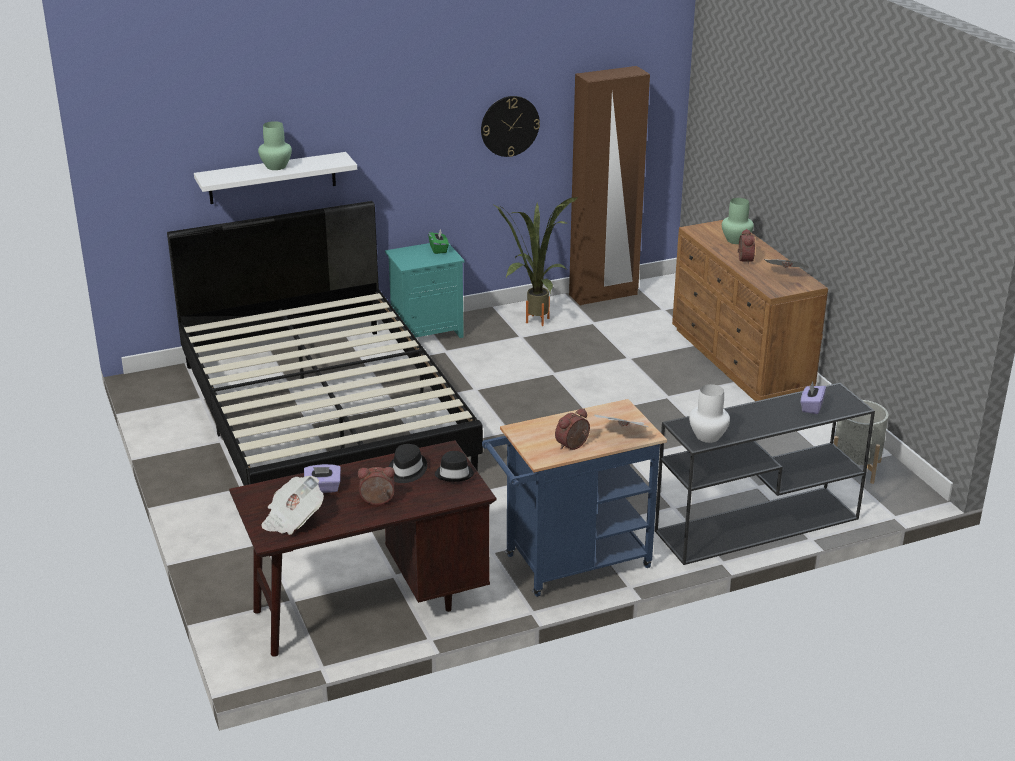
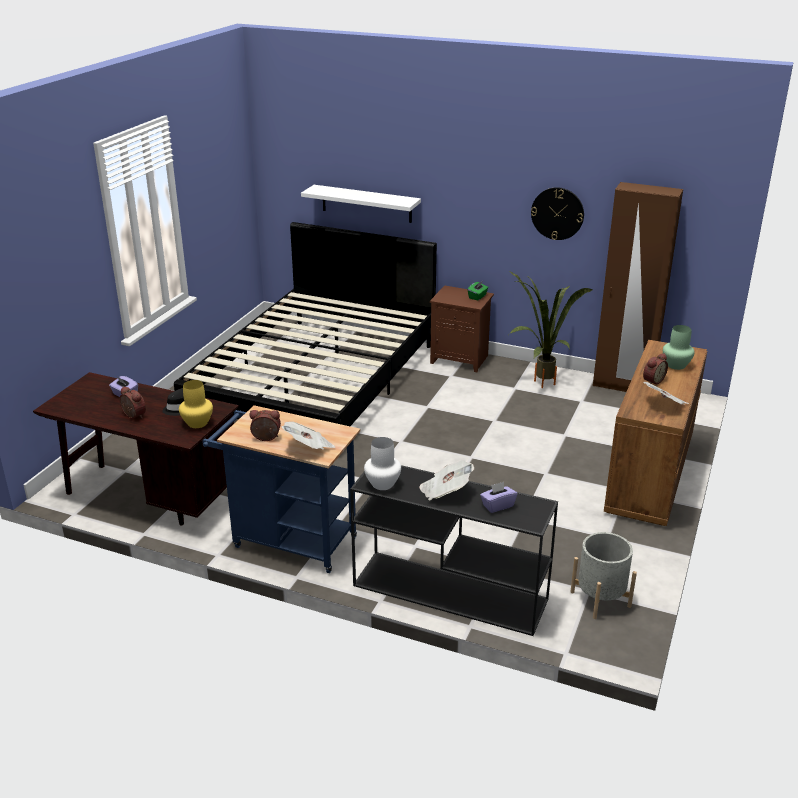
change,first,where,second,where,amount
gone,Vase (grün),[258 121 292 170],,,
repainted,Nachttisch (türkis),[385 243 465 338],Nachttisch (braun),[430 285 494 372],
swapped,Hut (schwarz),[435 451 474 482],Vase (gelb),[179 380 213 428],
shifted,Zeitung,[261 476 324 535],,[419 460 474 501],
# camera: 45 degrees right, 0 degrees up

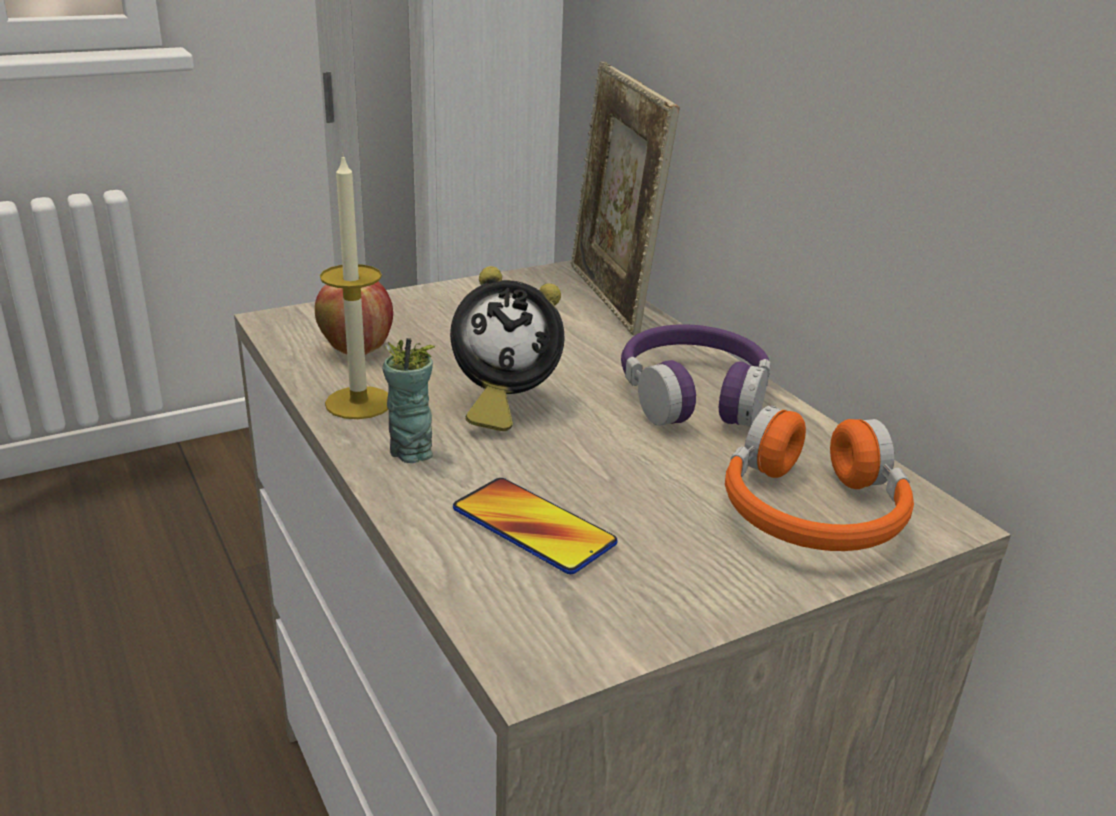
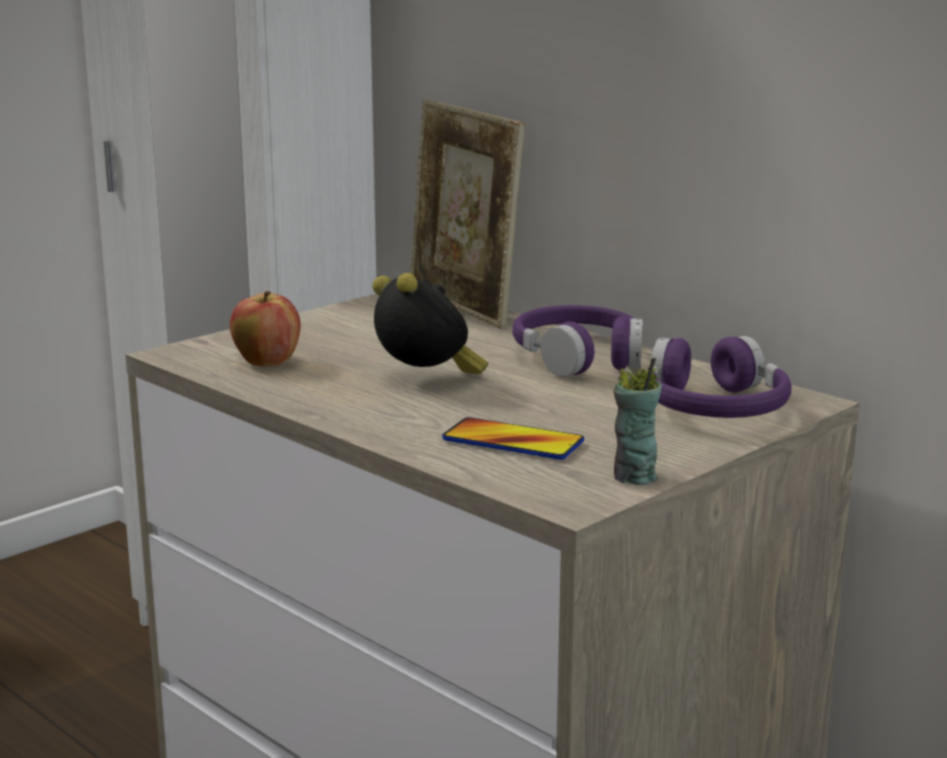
change,first,where,second,where,amount
gone,Kerze,[320 153 388 419],,,
rotated,Wecker,[450 266 564 431],,[372 273 488 374],105 degrees counterclockwise
shifted,Tasse,[382 338 435 463],,[614 358 662 485],
repainted,Kopfhörer (orange),[725 405 914 551],Kopfhörer (lila),[651 336 792 418],
# camera: 15 degrees left, 10 degrees down

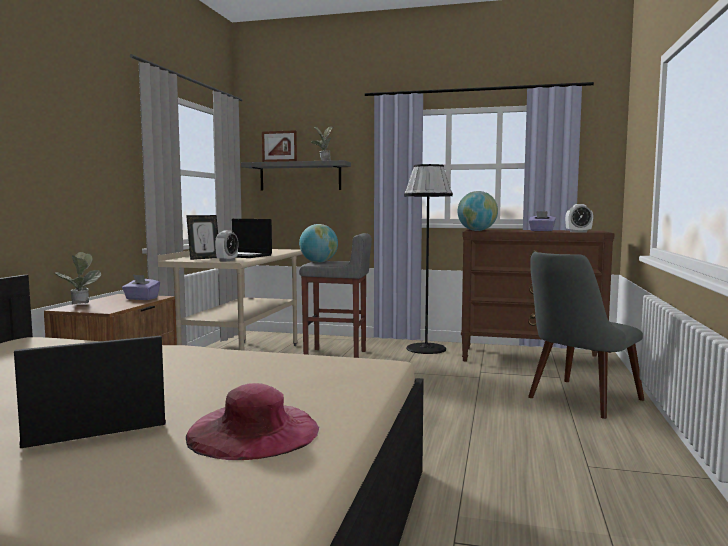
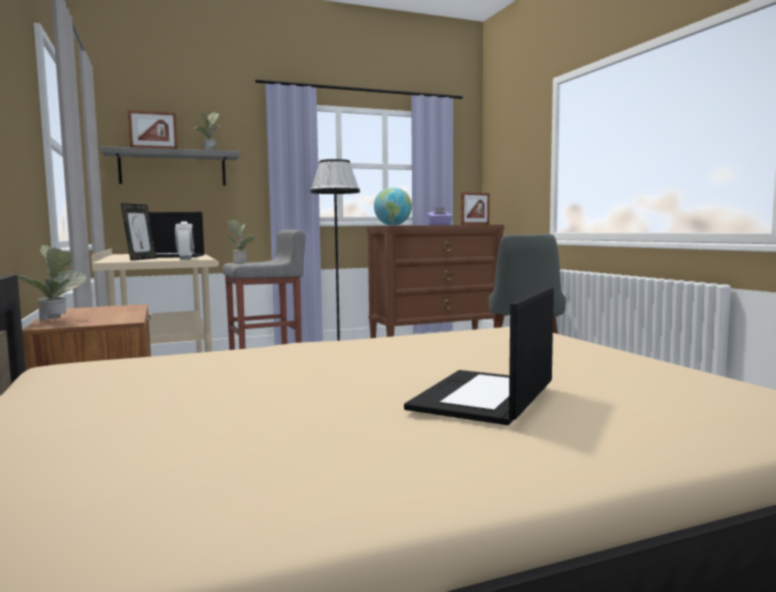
change,first,where,second,where,amount
swapped,Wecker,[565 204 593 232],Bilderrahmen,[461 192 490 225],
swapped,Globus,[299 224 338 263],Topfpflanze,[227 220 256 264],
gone,Taschentuchbox (lila),[122 275 160 300],,,
gone,Hut (rosa),[186 383 319 460],,,
# camera: 35 degrees left, 0 degrees up

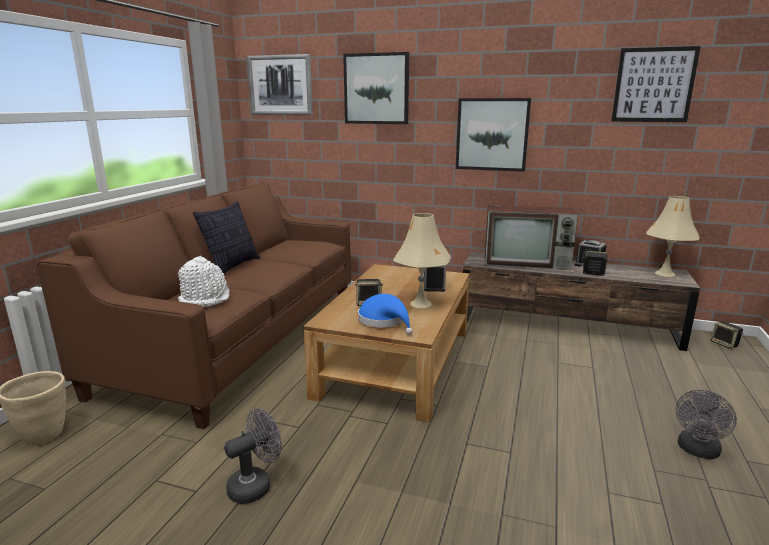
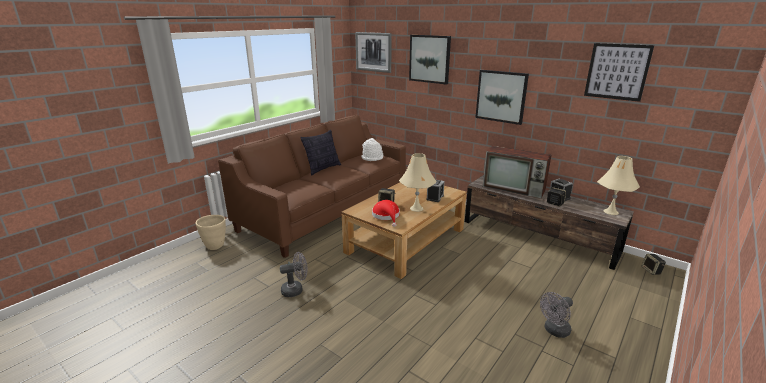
change,first,where,second,where,amount
shifted,Hut (weiß),[178 256 230 307],,[361 138 384 161],
repainted,Hut (blau),[358 294 413 335],Hut (rot),[372 200 400 227],
# camera: 20 degrees right, 5 degrees up

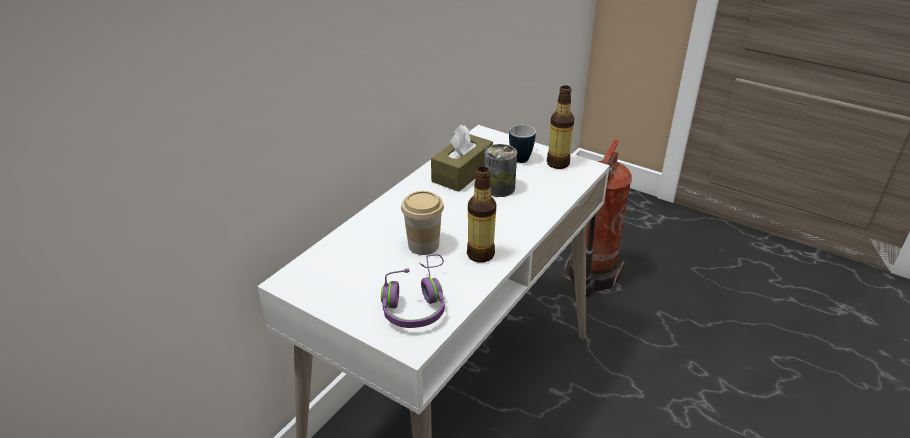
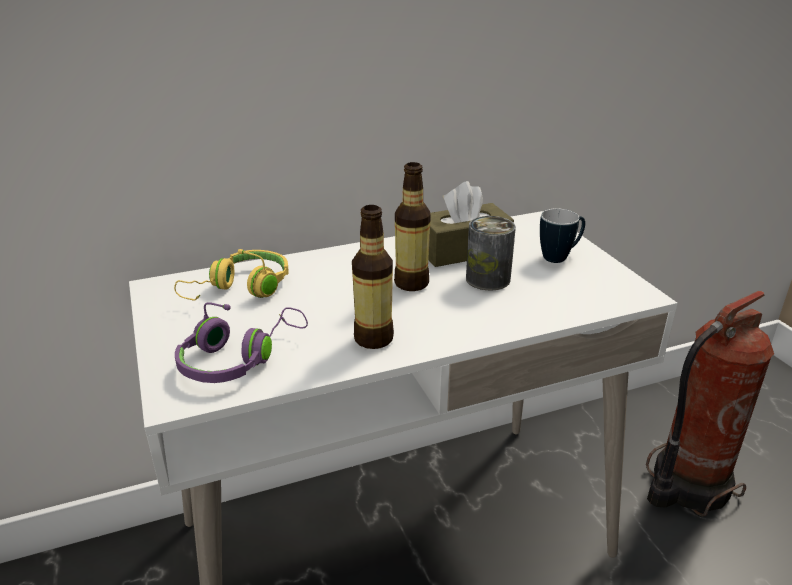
change,first,where,second,where,amount
shifted,Flasche,[547 85 574 169],,[394 162 431 291],
gone,Tasse,[401 191 444 255],,,
new,,,Kopfhörer (gelb),[174 249 289 301],
# camera: 35 degrees right, 5 degrees down

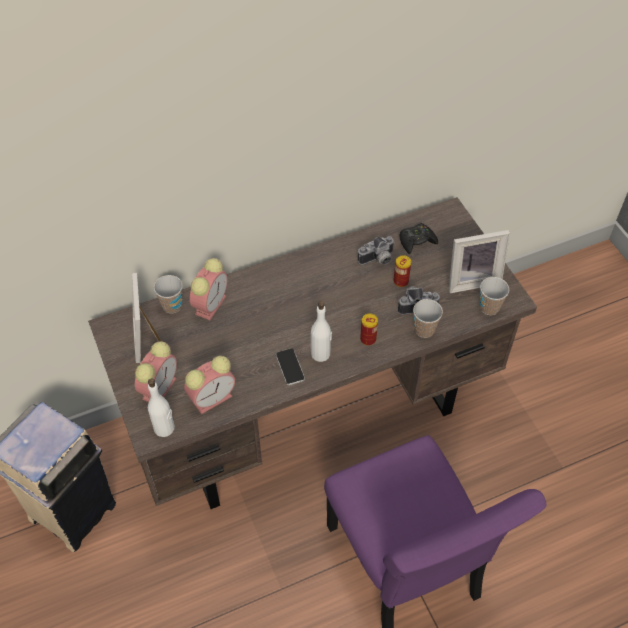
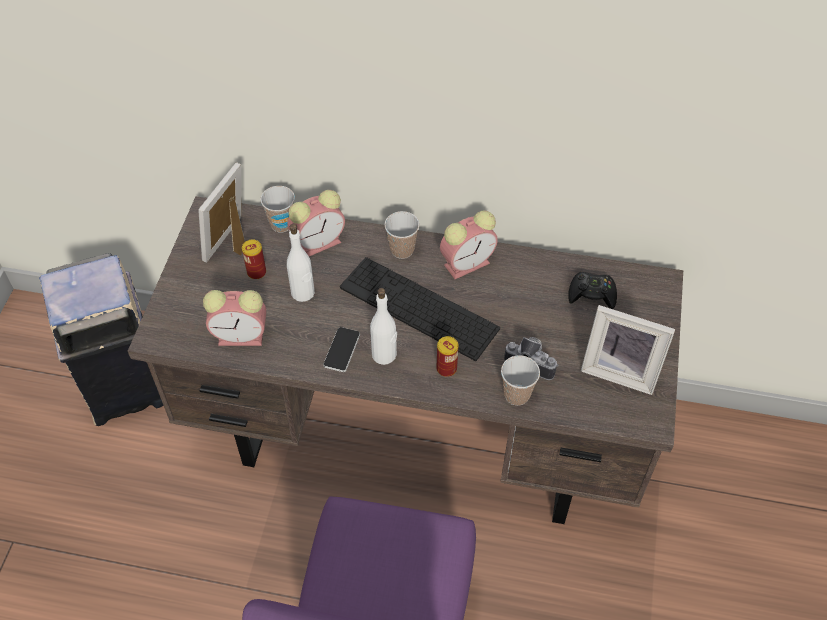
change,first,where,second,where,amount
gone,Kamera,[358 236 395 265],,,
shifted,Dose,[393 255 411 287],,[242 240 266 279],
shifted,Tasse,[480 277 509 315],,[385 211 419 259],
shifted,Wecker,[135 342 177 402],,[440 210 498 279],
shifted,Flasche (weiß),[148 378 175 437],,[287 224 315 302],
new,,,Tastatur,[340 257 500 361],
# camera: 35 degrees right, 0 degrees up

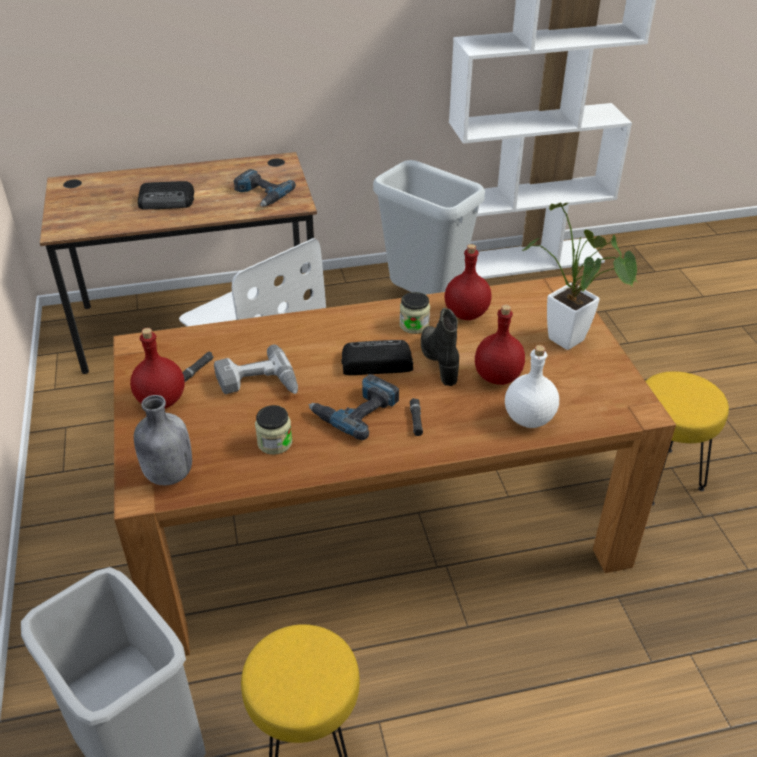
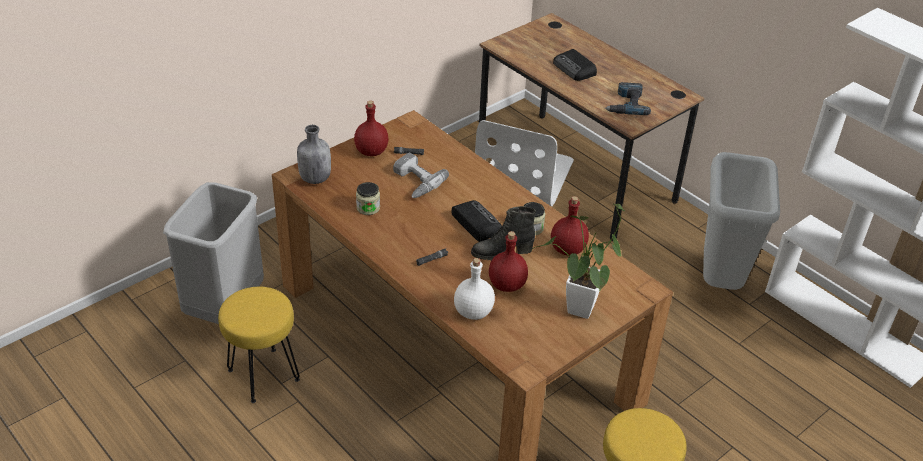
change,first,where,second,where,amount
rotated,Stiefel (schwarz),[421 308 459 386],,[471 206 536 261],150 degrees counterclockwise
gone,Bohrmaschine,[309 374 399 440],,,
# camera: 60 degrees right, 0 degrees up

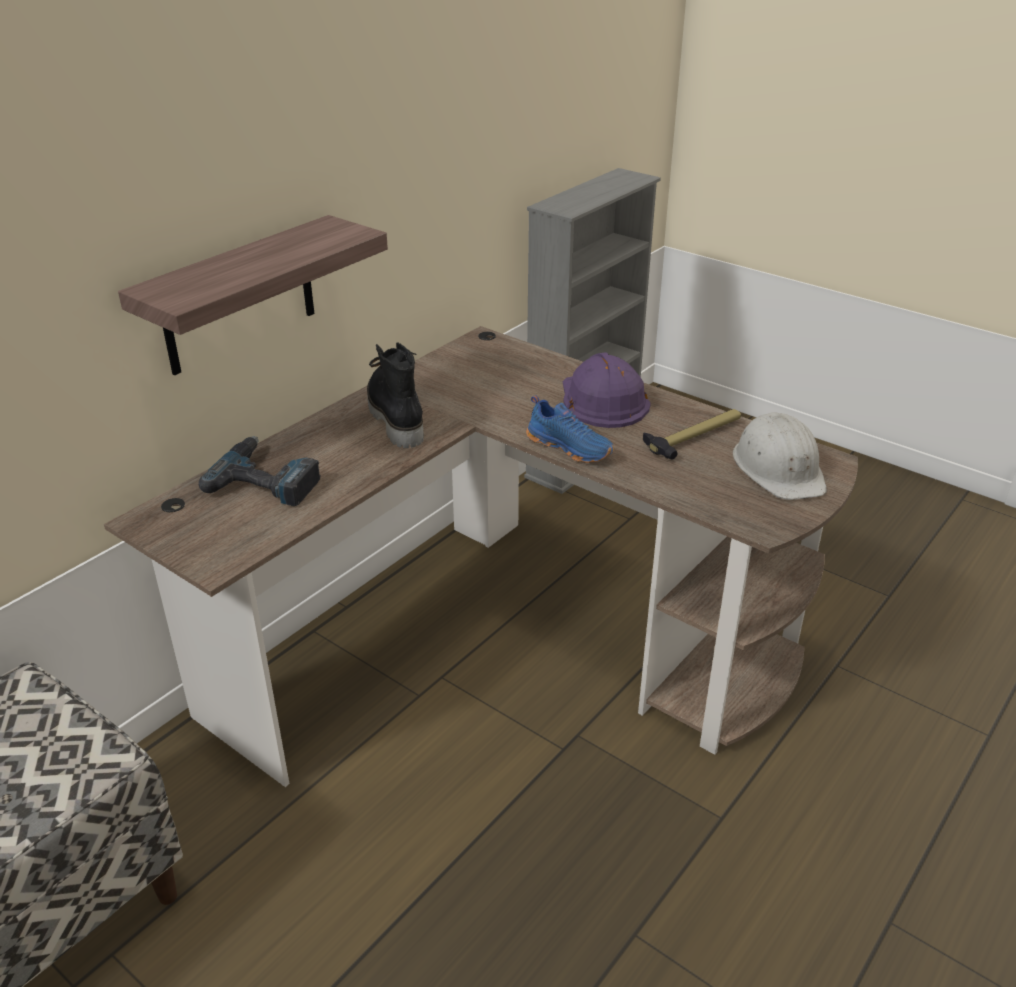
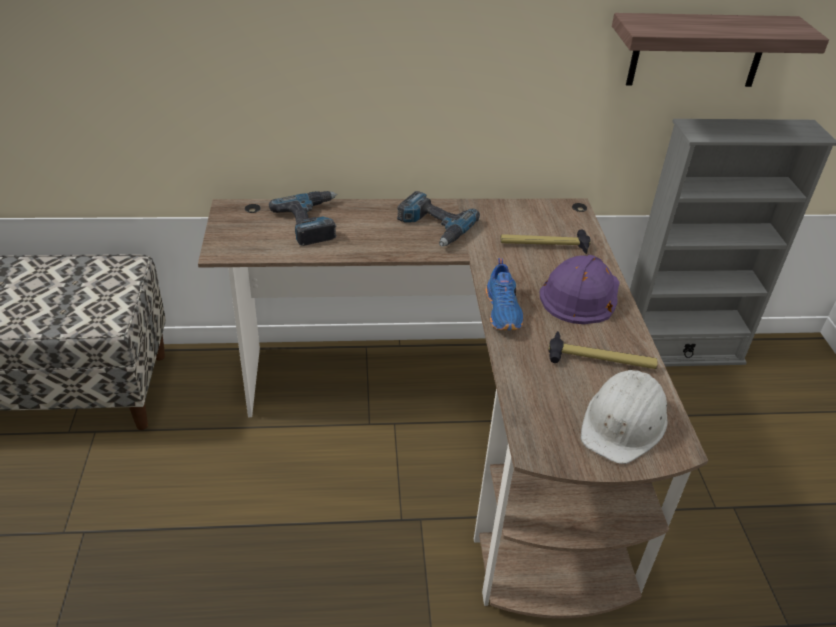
change,first,where,second,where,amount
shifted,Wandregal,[118 215 388 375],,[612 13 829 87],
swapped,Stiefel (schwarz),[367 342 424 448],Bohrmaschine,[397 191 480 246],
new,,,Hammer,[500 229 591 254],
# camera: 45 degrees right, 5 degrees up

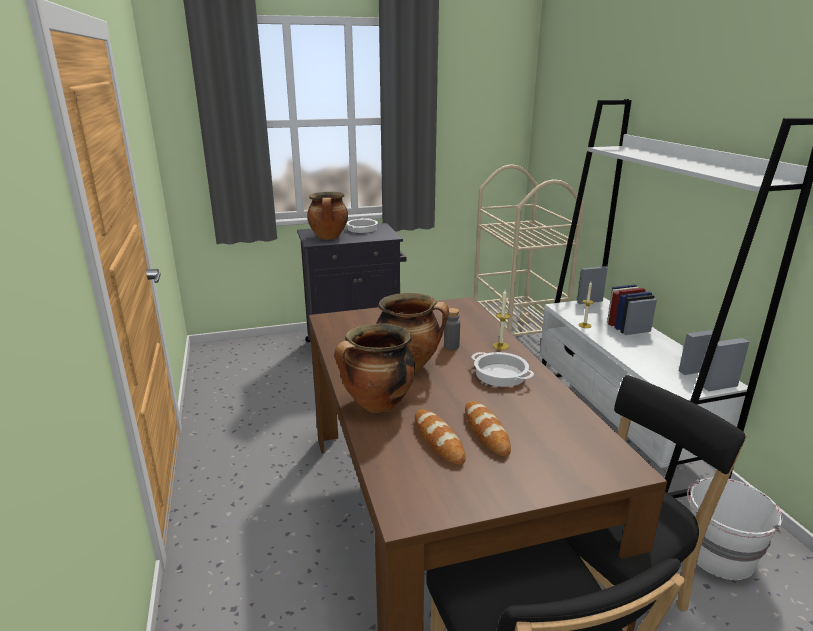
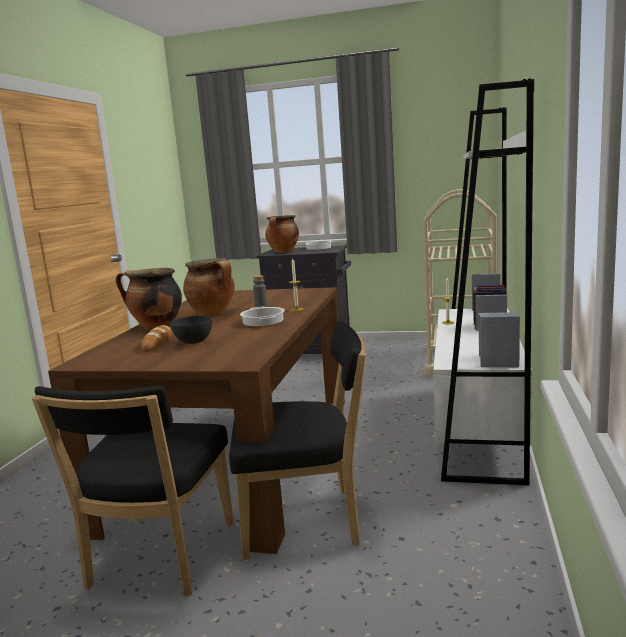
change,first,where,second,where,amount
swapped,Brot,[465 401 511 456],Schüssel (grau),[170 316 212 344],
gone,Eimer (weiß),[687 477 782 580],,,
# camera: 30 degrees right, 10 degrees down

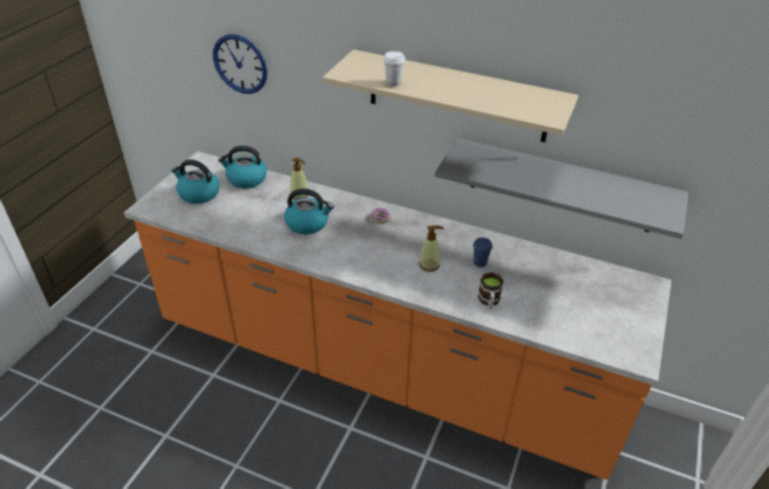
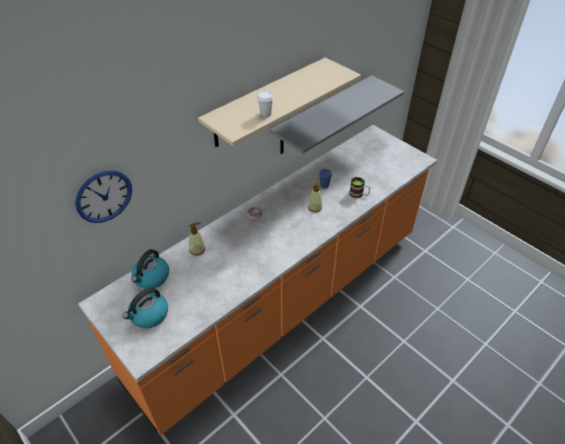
change,first,where,second,where,amount
gone,Wasserkessel,[284 189 334 234],,,
# camera: 65 degrees left, 5 degrees up

